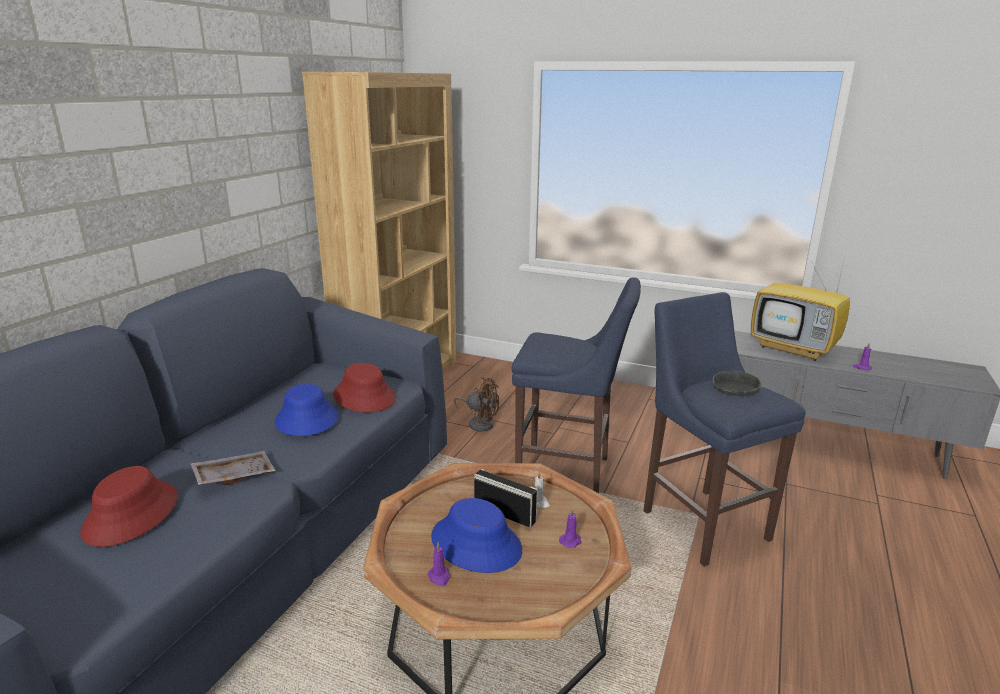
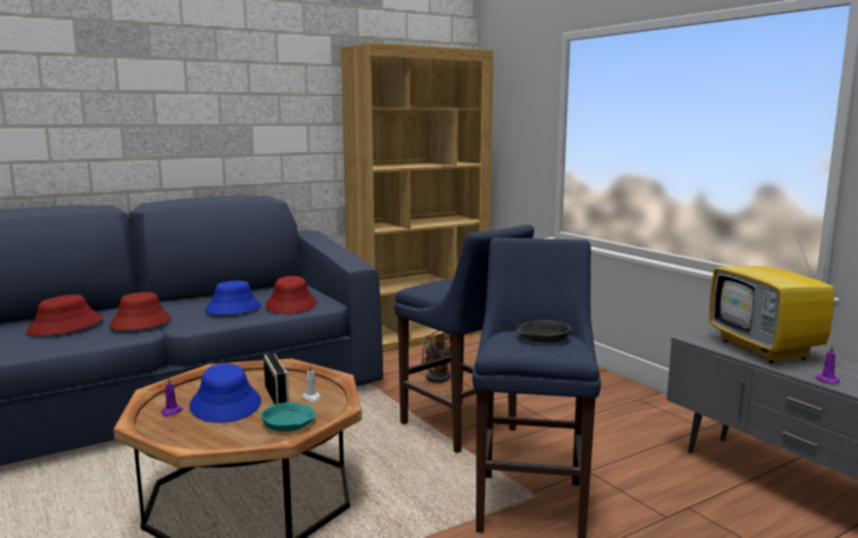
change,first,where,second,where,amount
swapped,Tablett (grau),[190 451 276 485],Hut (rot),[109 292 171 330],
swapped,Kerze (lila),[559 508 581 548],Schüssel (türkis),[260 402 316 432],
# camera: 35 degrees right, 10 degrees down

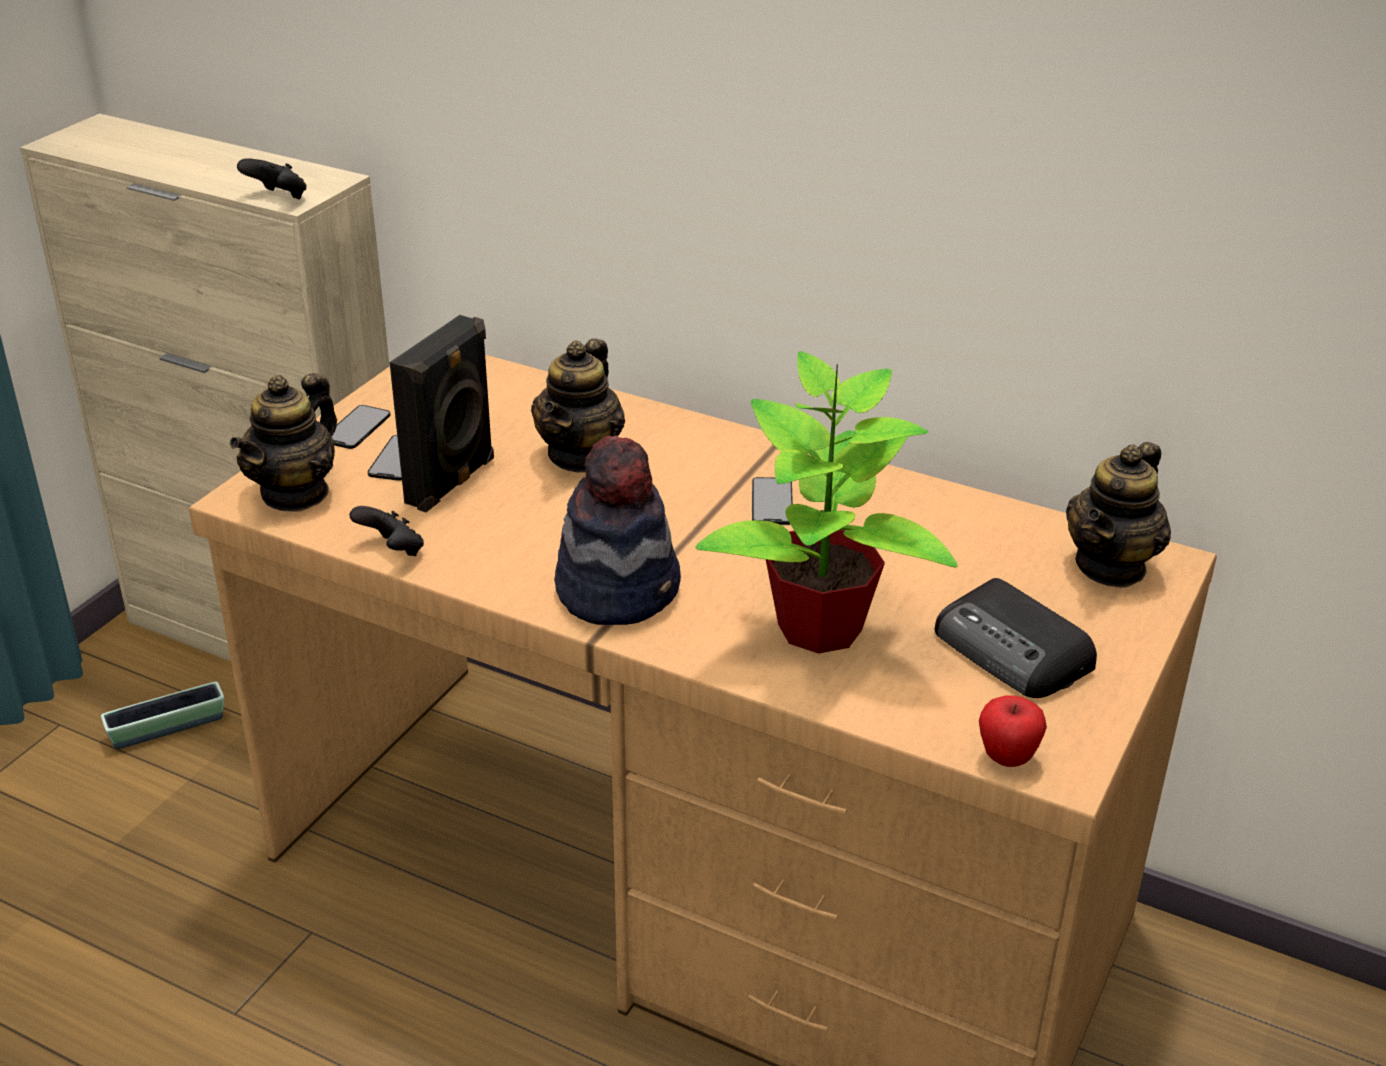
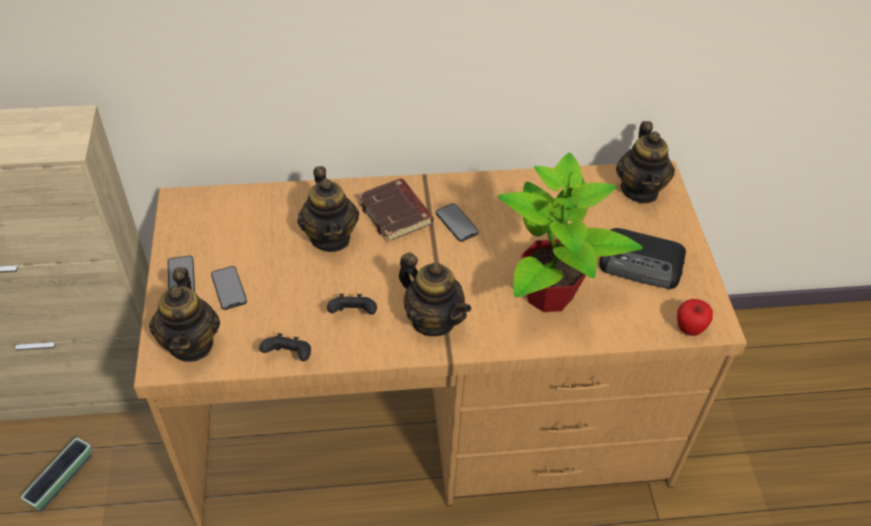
change,first,where,second,where,amount
shifted,Gamepad (schwarz),[237 158 306 199],,[327 294 377 315],
gone,Lautsprecher (schwarz),[390 315 494 512],,,
swapped,Hut,[554 435 681 625],Teekanne,[399 252 471 336],
new,,,Buch (braun),[357 178 433 242],
# camera: 35 degrees left, 15 degrees up

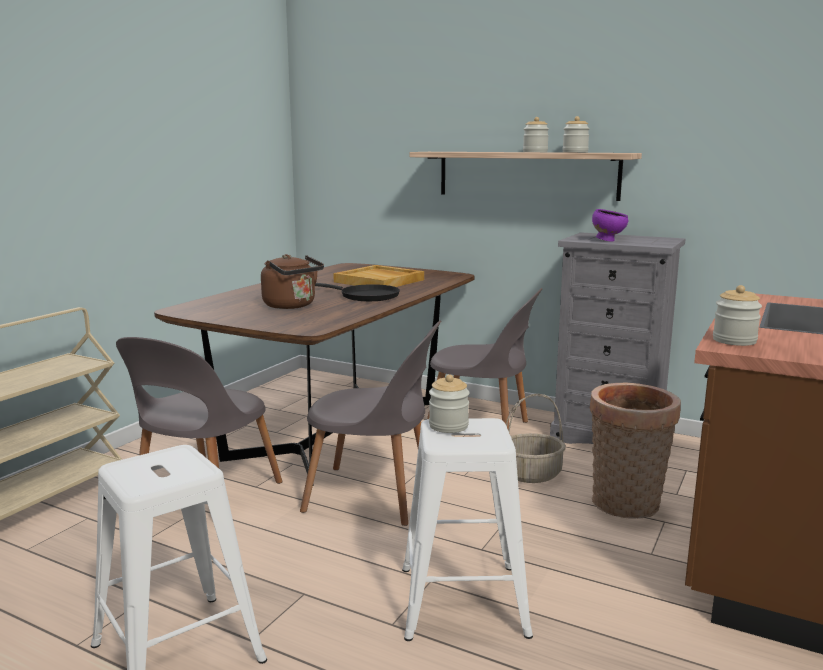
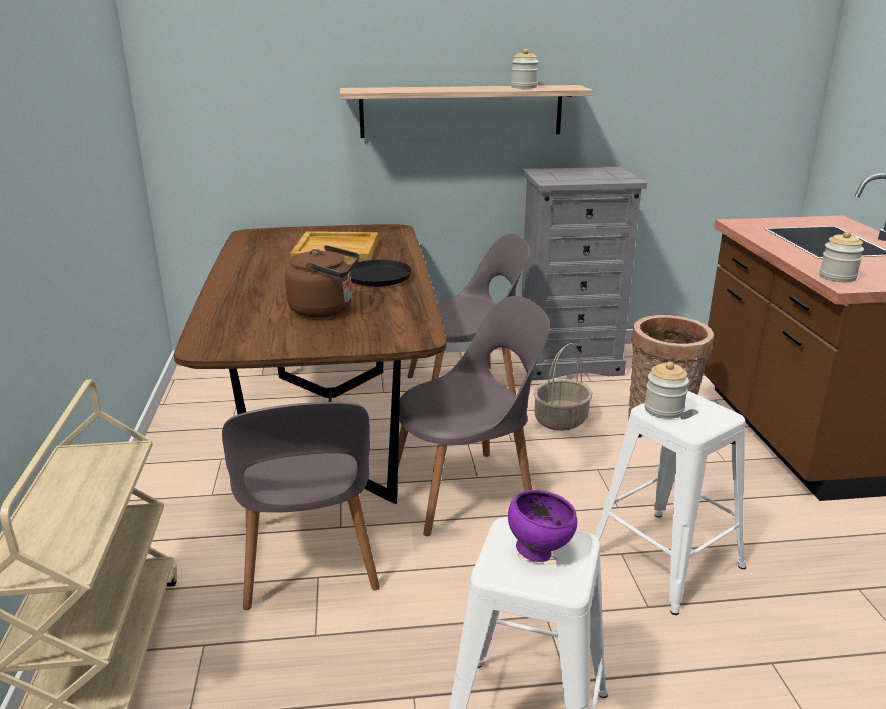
change,first,where,second,where,amount
gone,Vorratsglas,[523 117 549 152],,,
shifted,Schüssel (lila),[592 209 628 242],,[508 490 577 562],
# camera: 35 degrees left, 10 degrees up

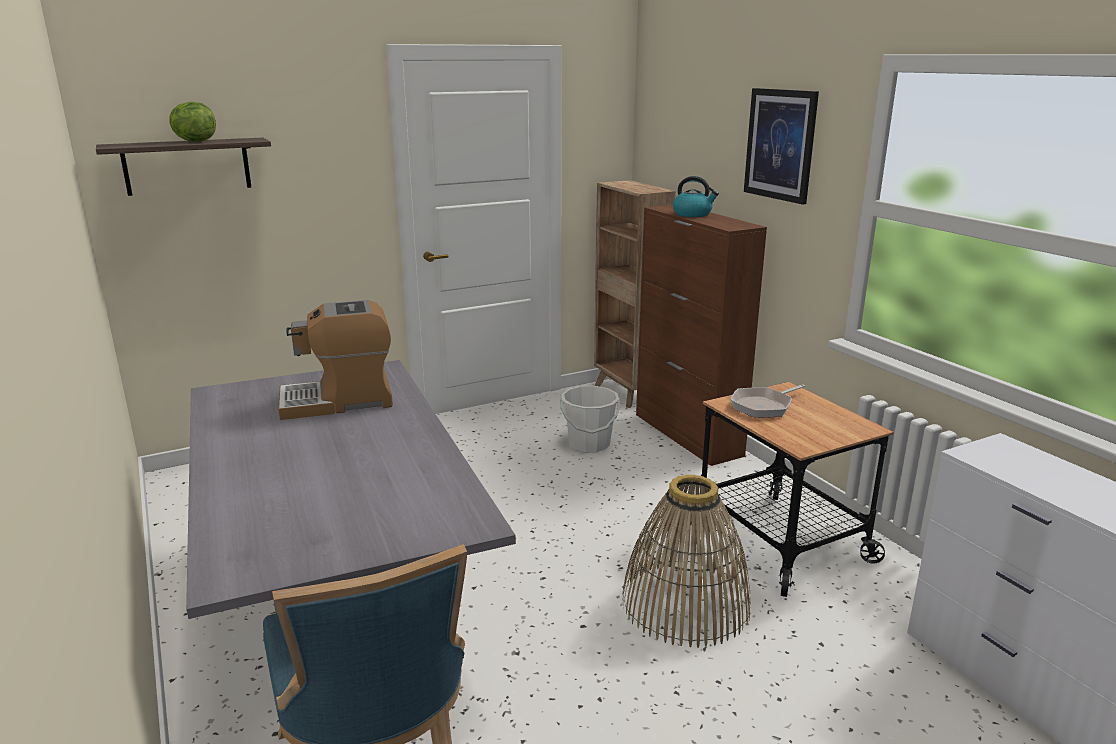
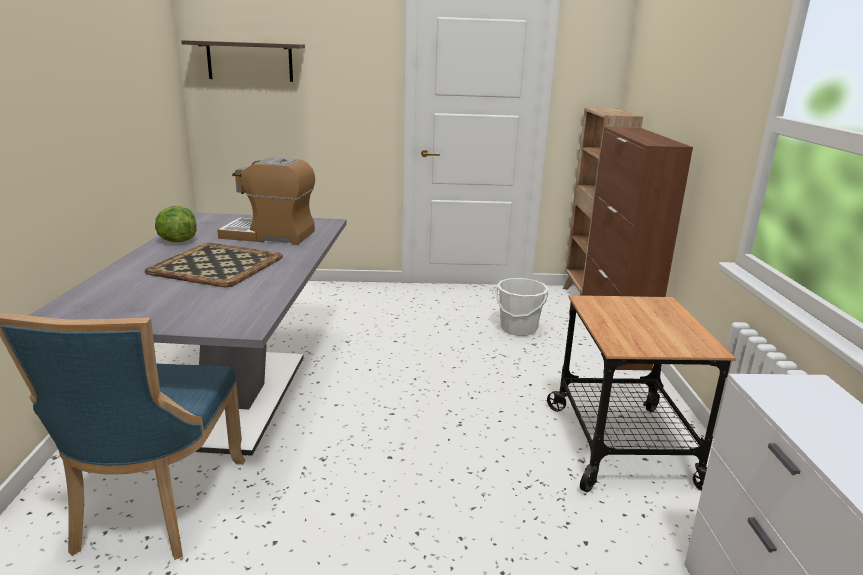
change,first,where,second,where,amount
gone,Bild,[744 88 819 205],,,
shifted,Salatkopf,[169 102 216 142],,[155 206 197 242],
gone,Wasserkessel,[673 176 719 217],,,
gone,Pfanne,[731 384 805 418],,,
gone,Korb,[622 475 751 648],,,
new,,,Tablett,[145 243 283 287],
# camera: 25 degrees right, 0 degrees up

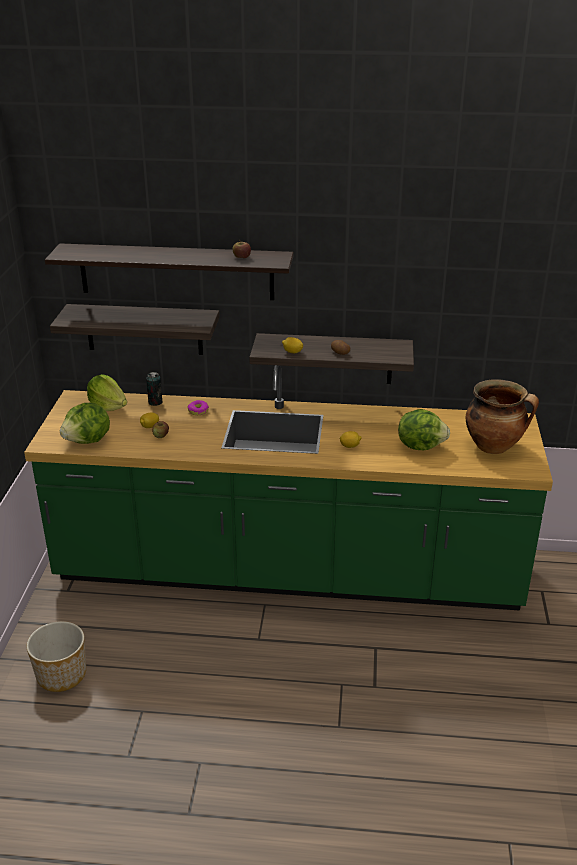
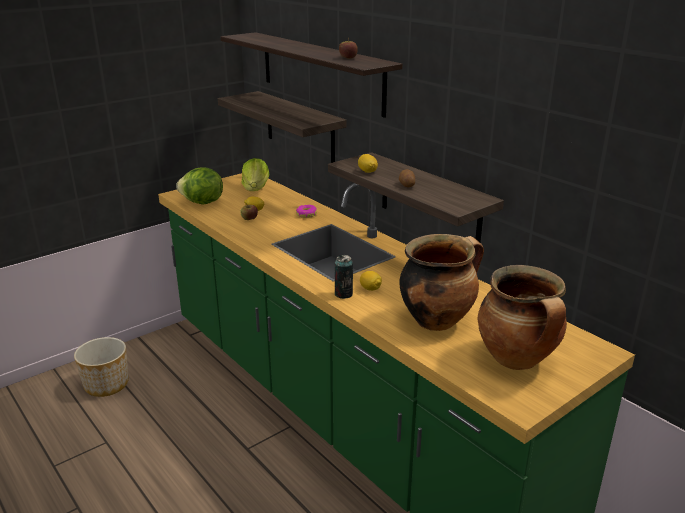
change,first,where,second,where,amount
shifted,Dose,[146 372 162 406],,[335 255 353 299],
swapped,Salatkopf,[398 409 450 450],Kochtopf,[399 234 484 331],
# camera: 45 degrees right, 5 degrees down

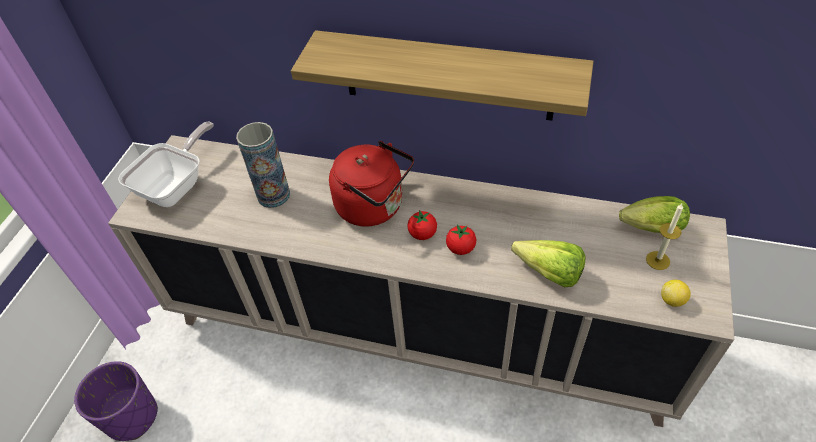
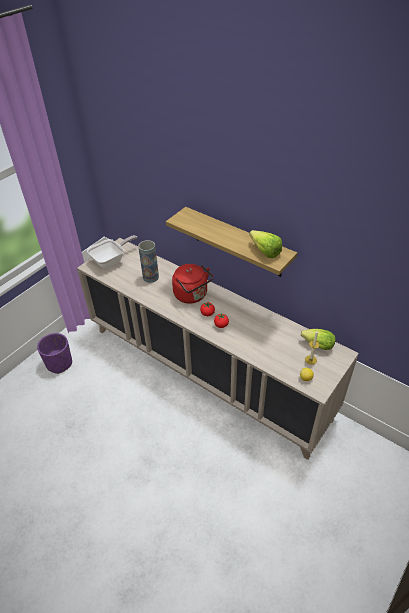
change,first,where,second,where,amount
shifted,Salatkopf,[511 240 585 287],,[249 230 282 258],
# camera: 20 degrees right, 5 degrees down

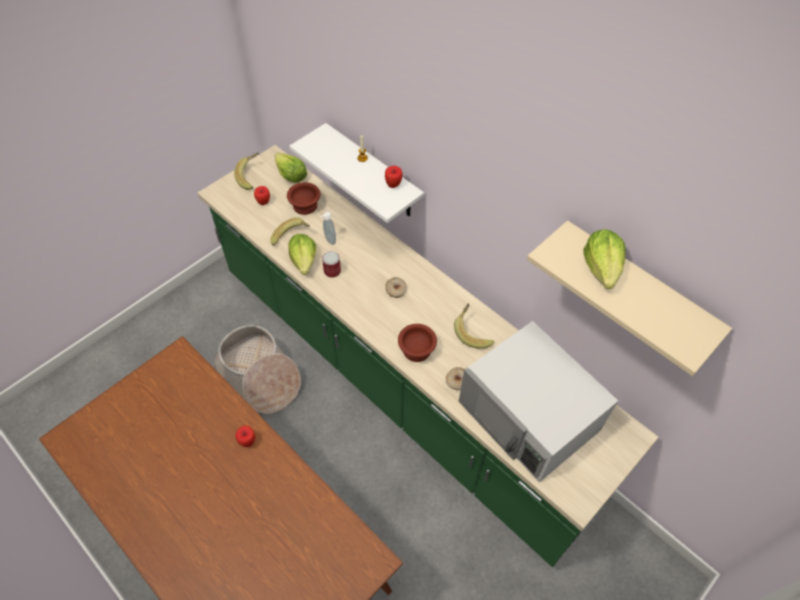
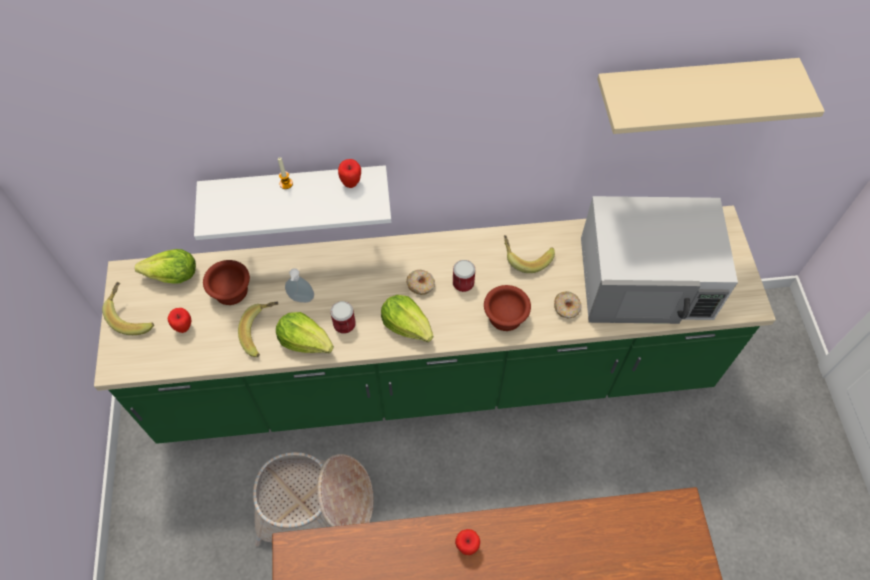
change,first,where,second,where,amount
shifted,Salatkopf,[583 229 625 289],,[381 295 433 342],
new,,,Dose,[453 260 475 292],
# camera: 50 degrees left, 5 degrees up

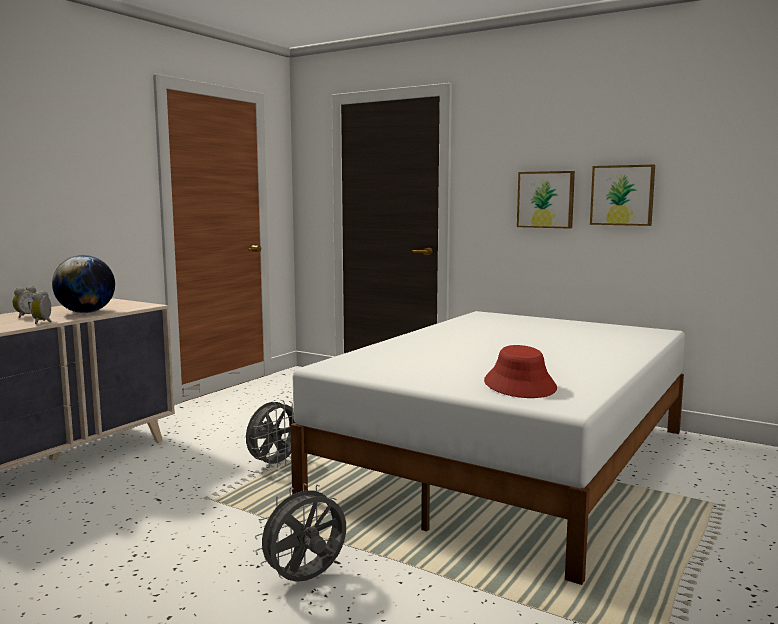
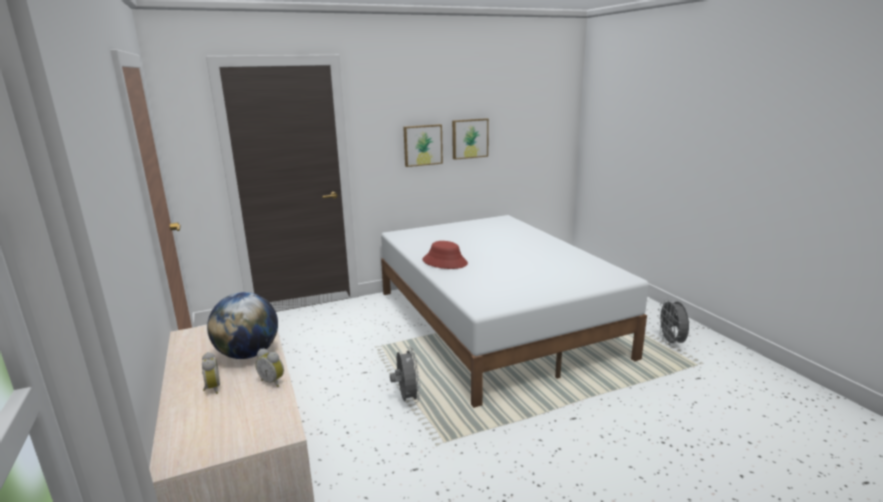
change,first,where,second,where,amount
shifted,Hut (rot),[484 345 557 398],,[423 241 468 269],
shifted,Ventilator (grau),[255 483 346 582],,[657 299 689 346],
# camera: 55 degrees left, 10 degrees up

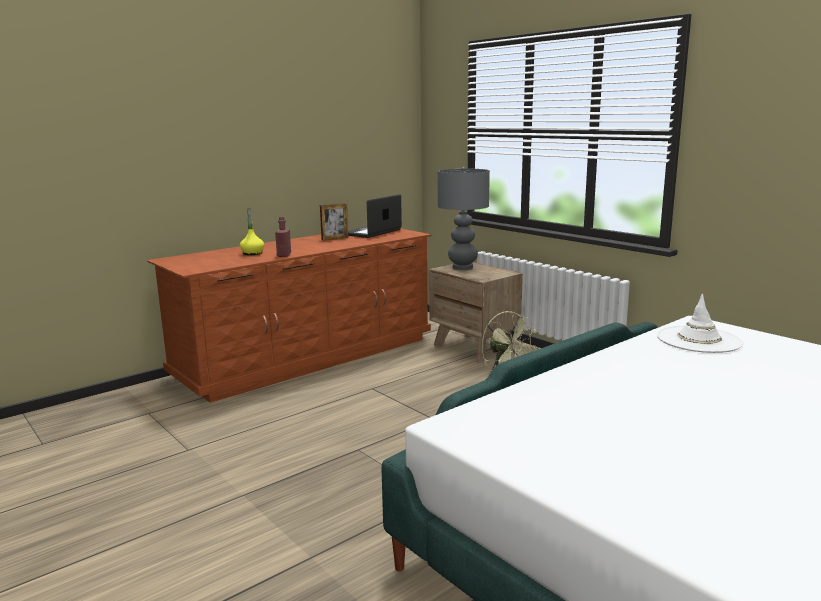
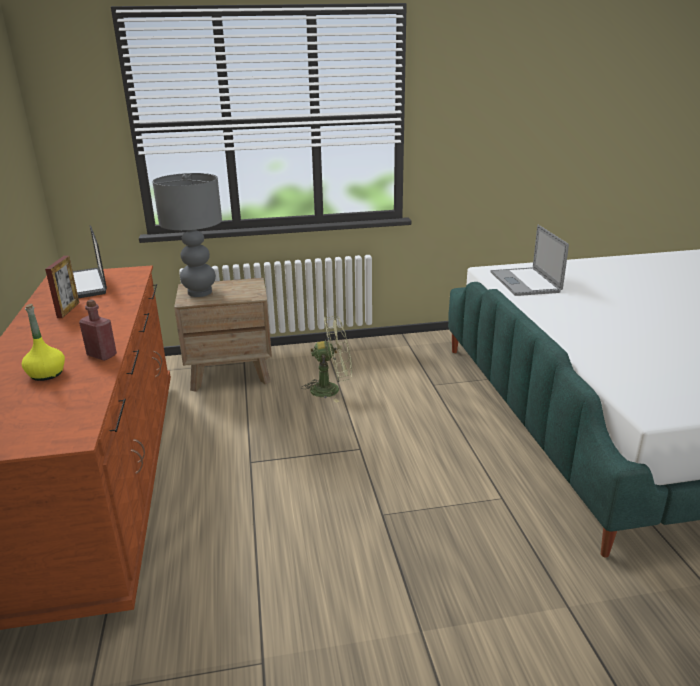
change,first,where,second,where,amount
swapped,Hut (weiß),[657 294 743 353],Laptop,[491 225 569 296],
# camera: 60 degrees left, 10 degrees up

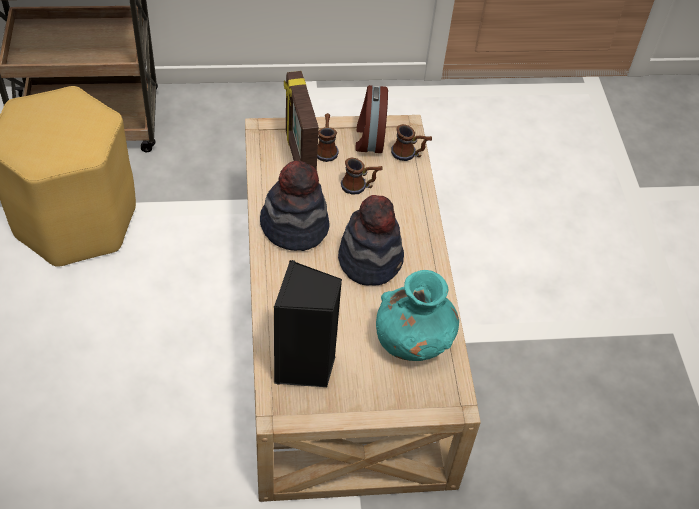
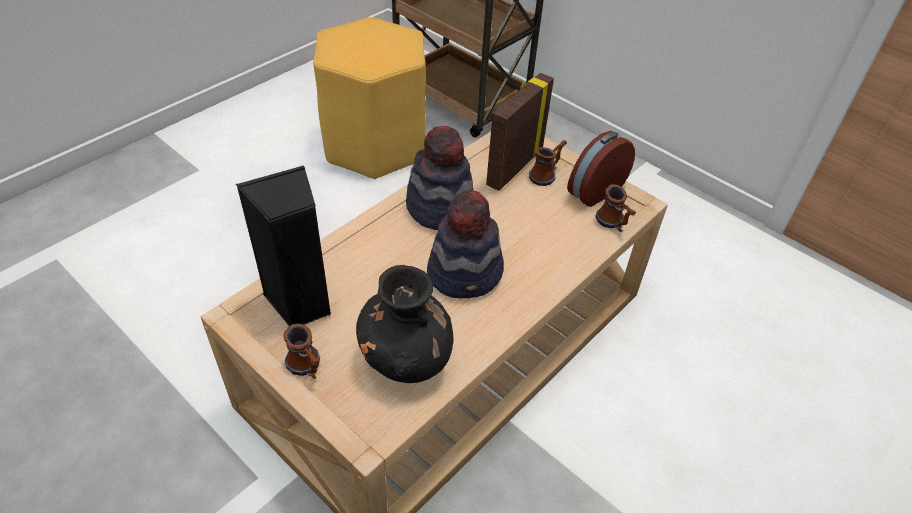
change,first,where,second,where,amount
shifted,Henkelbecher,[341 157 383 195],,[283 324 320 379],
repainted,Vase (türkis),[376 270 459 361],Vase (schwarz),[356 265 453 383],
# camera: 50 degrees right, 5 degrees down

